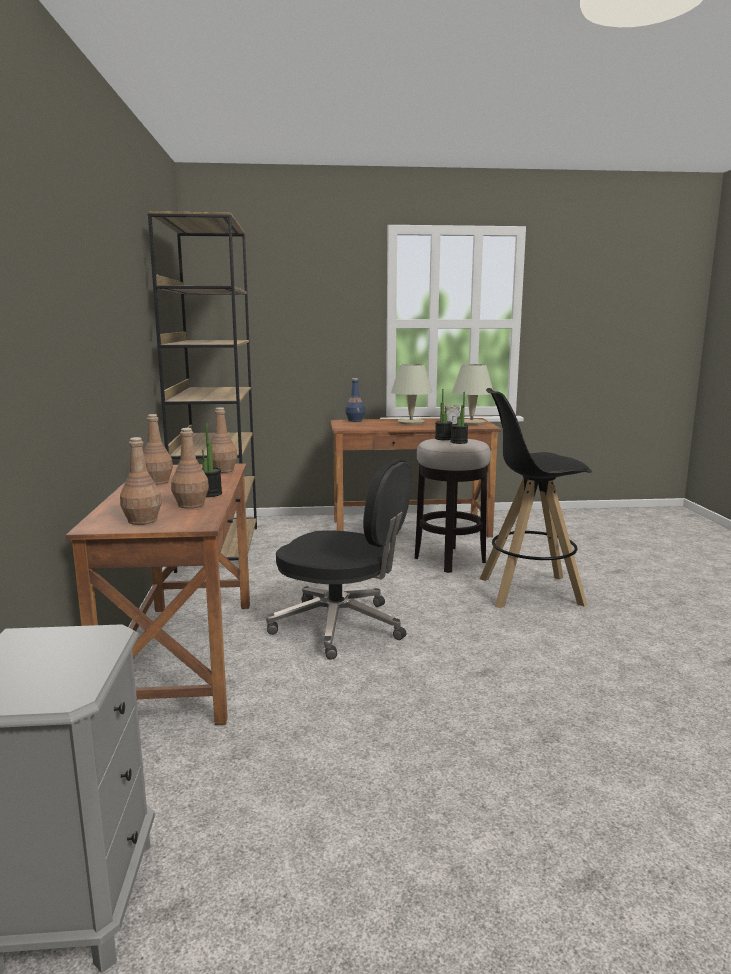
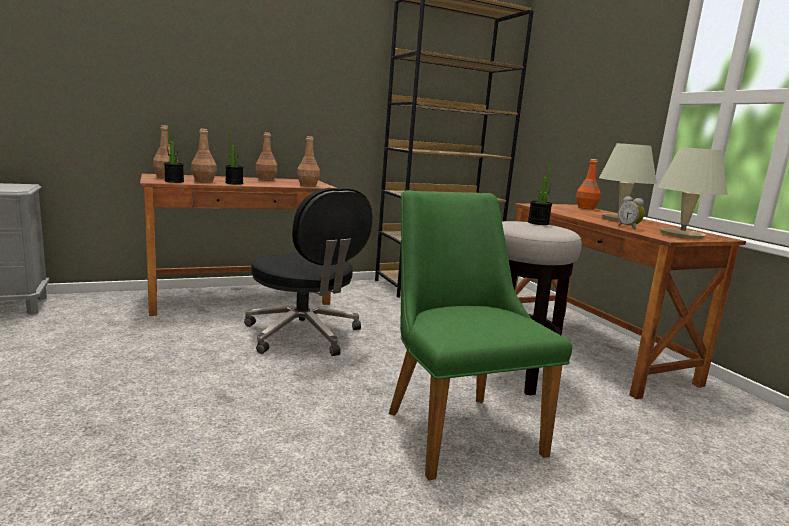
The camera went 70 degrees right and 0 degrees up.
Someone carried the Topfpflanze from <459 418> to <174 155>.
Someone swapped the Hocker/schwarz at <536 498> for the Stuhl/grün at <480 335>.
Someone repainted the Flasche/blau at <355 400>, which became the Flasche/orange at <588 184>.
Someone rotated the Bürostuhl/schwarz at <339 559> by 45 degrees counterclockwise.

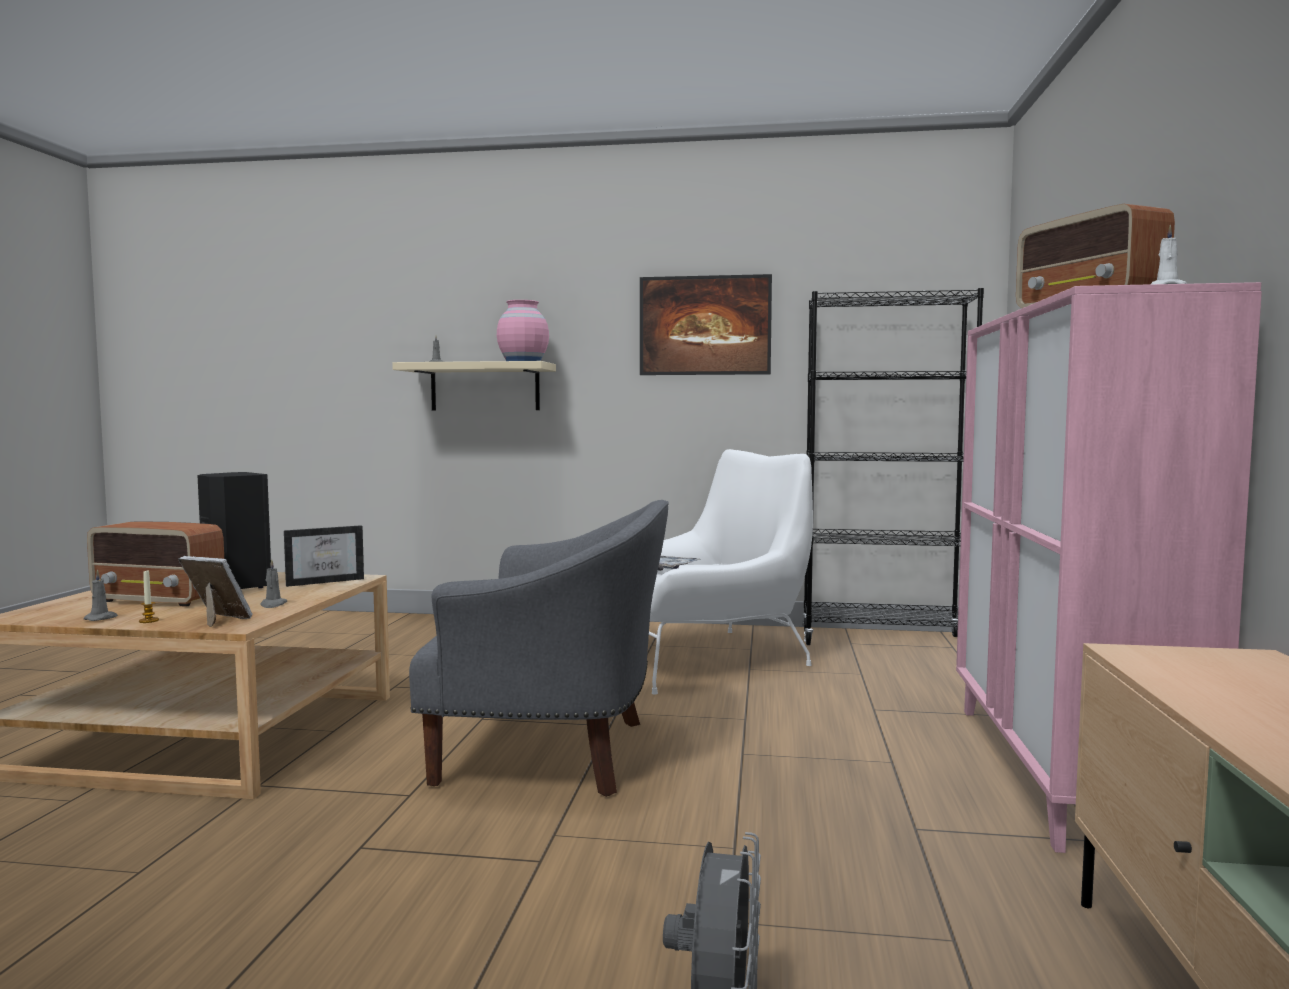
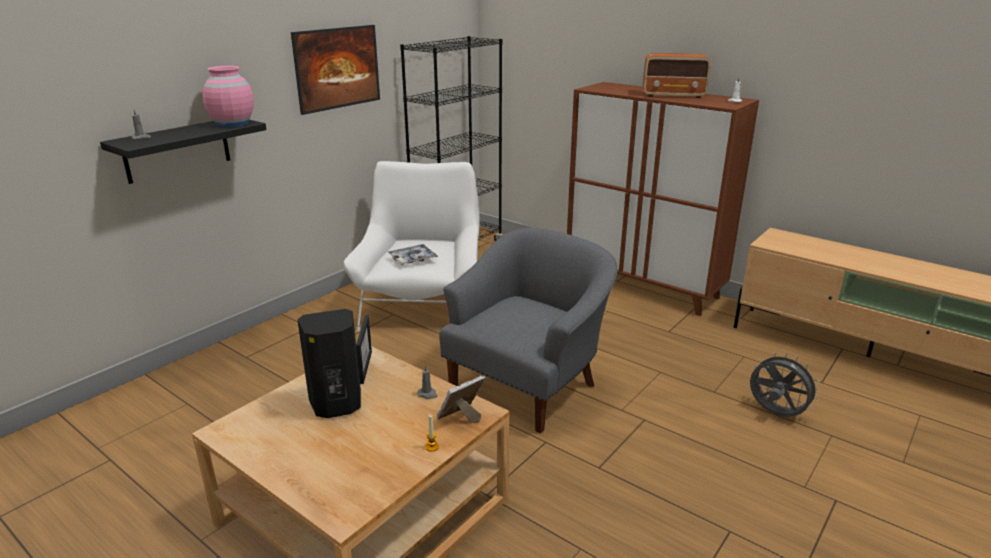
The camera went 60 degrees left and 20 degrees up.
Someone took away the Kerze/grau at <101 595>.
Someone took away the Radio at <155 564>.
Someone repainted the Wandregal/beige at <474 385>, which became the Wandregal/schwarz at <183 152>.
Someone repainted the Schrank/rosa at <1109 567>, which became the Schrank/braun at <663 199>.

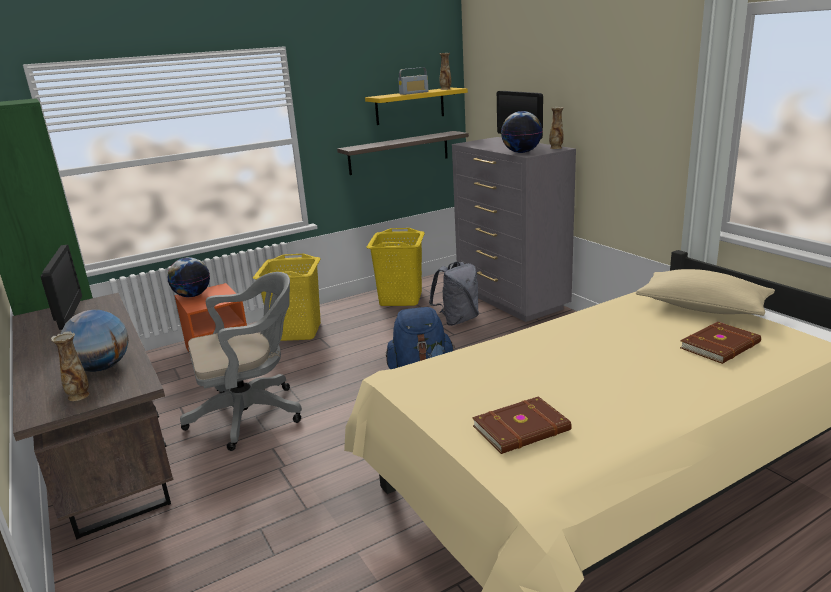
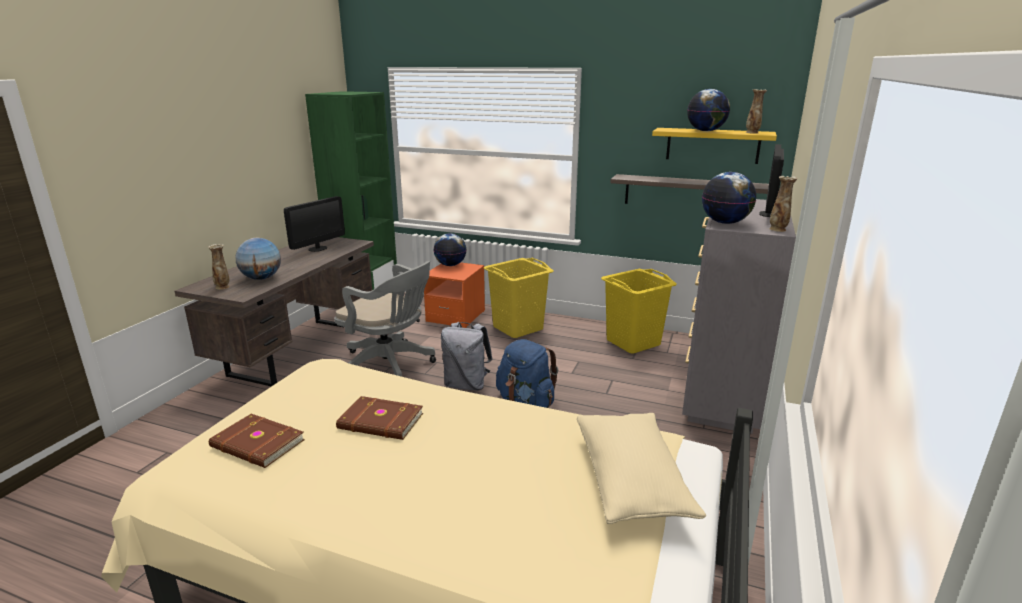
The camera went 50 degrees right and 0 degrees up.
Someone carried the Rucksack/grau from <454 294> to <467 356>.
Someone carried the Buch/braun from <720 343> to <379 418>.
Someone swapped the Radio at <413 81> for the Globus at <708 110>.

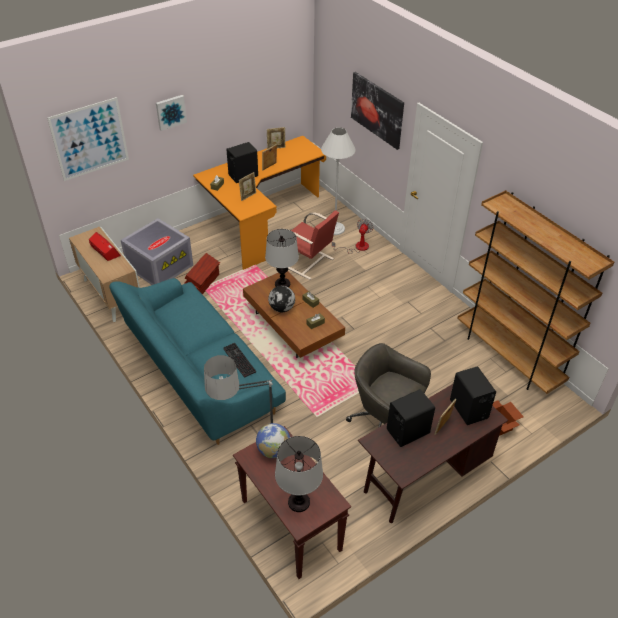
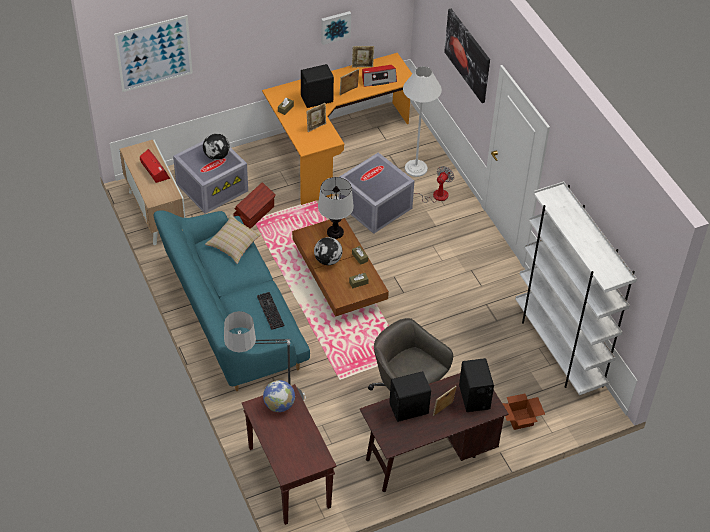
The camera went 10 degrees right and 5 degrees up.
Someone took away the Tischlampe at <299 474>.
Someone put down the Globus at <216 146>.
Someone put down the Kissen/beige at <233 239>.
Someone put down the Radio at <379 76>.
Someone carried the Bild from <171 113> to <336 28>.
Someone swapped the Stuhl/rot at <313 245> for the Aufbewahrungsbox/grau at <376 193>.
Someone repainted the Bücherregal/braun at <535 292>, which became the Bücherregal/weiß at <576 288>.

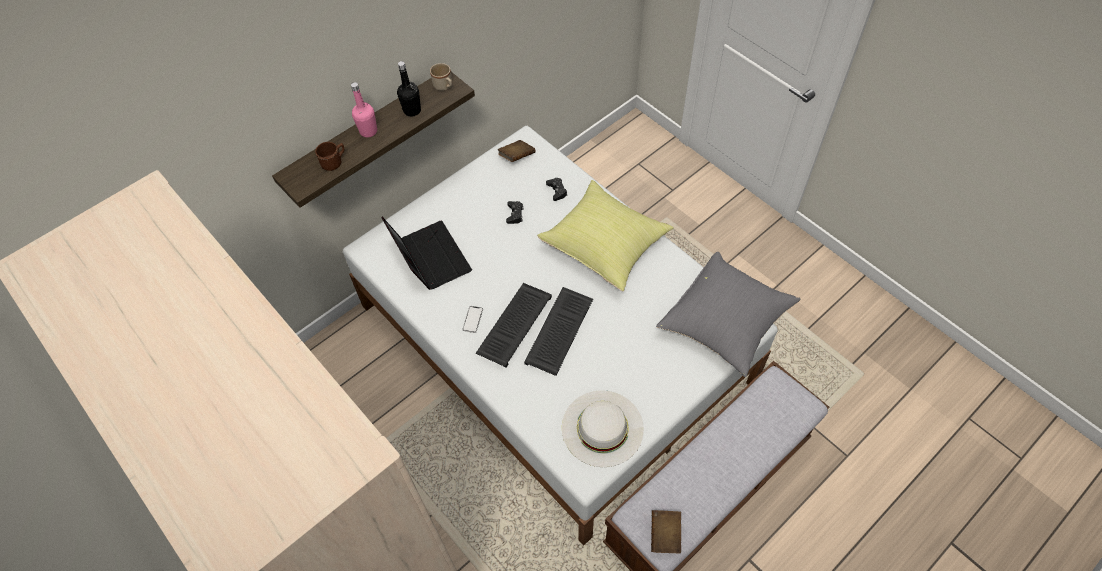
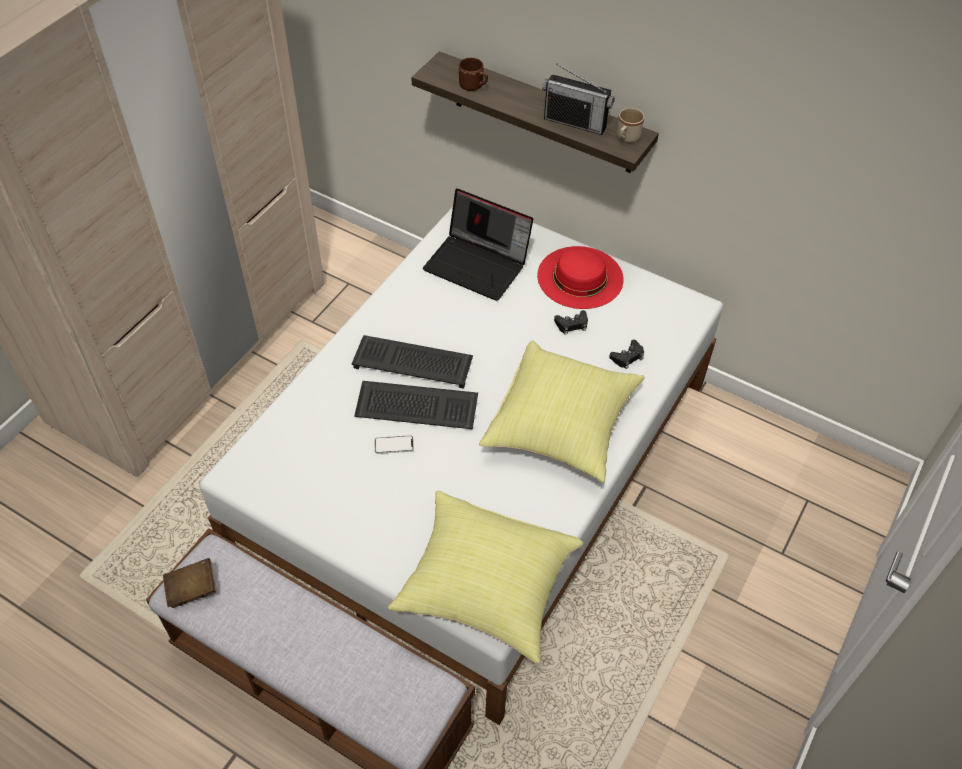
The camera went 70 degrees right and 5 degrees down.
Someone took away the Flasche/rosa at <364 109>.
Someone took away the Buch/braun at <516 151>.
Someone took away the Hut/weiß at <603 428>.
Someone put down the Hut/rot at <580 277>.
Someone carried the Handy from <472 319> to <394 444>.
Someone swapped the Flasche/schwarz at <409 89> for the Radio at <578 99>.
Someone repainted the Kissen/grau at <728 314>, which became the Kissen/gelb at <485 577>.
Someone rotated the Laptop at <426 253> by 75 degrees clockwise.

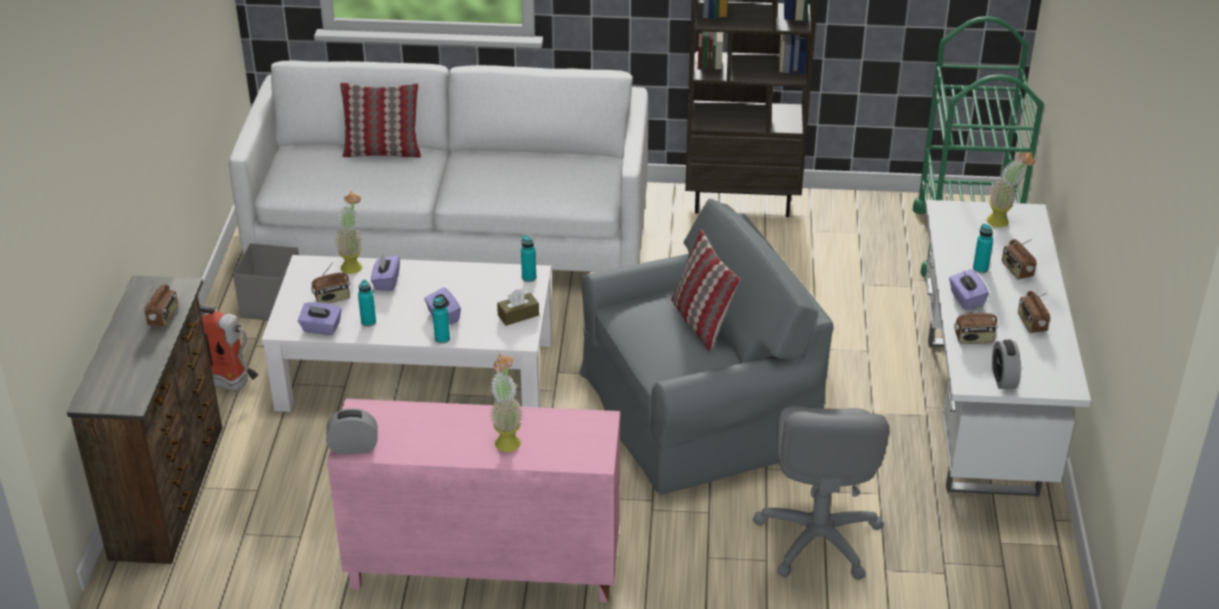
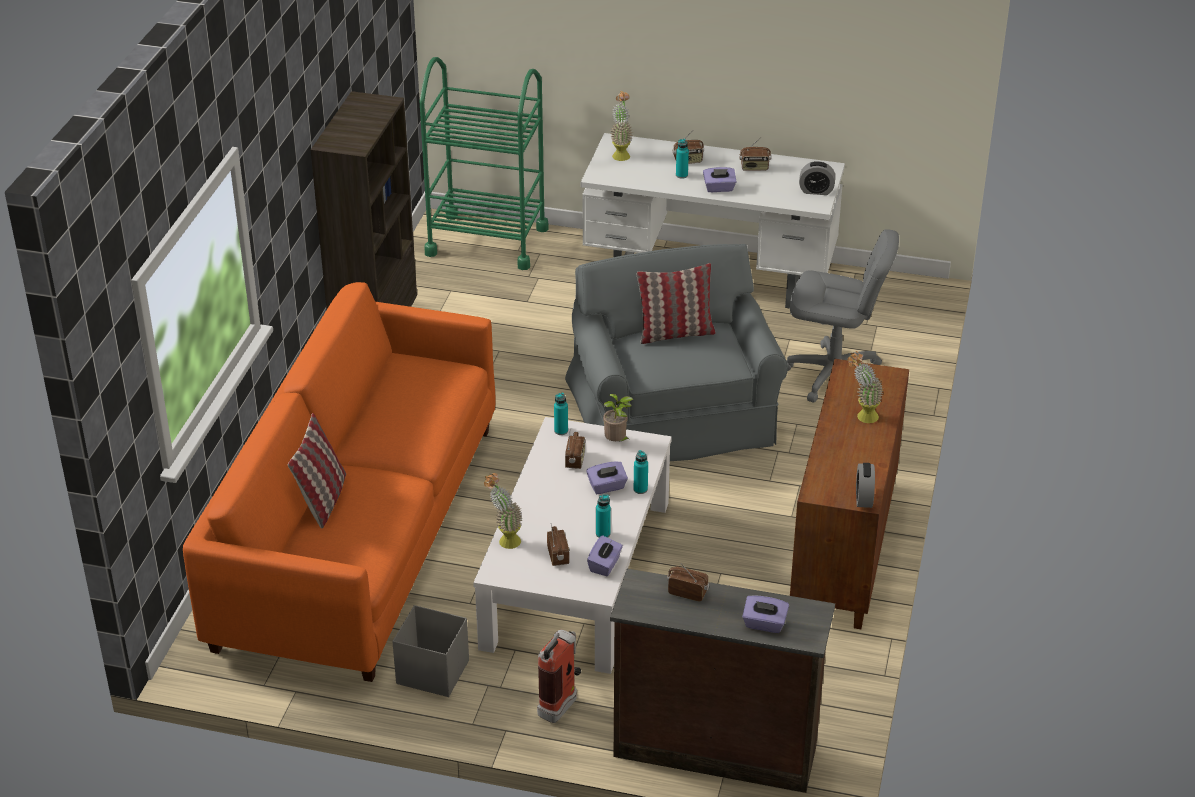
The camera went 80 degrees left and 0 degrees up.
Someone carried the Taschentuchbox/lila from <385 272> to <765 614>.
Someone carried the Radio from <976 322> to <575 448>.
Someone swapped the Taschentuchbox/braun at <518 307> for the Topfpflanze at <618 417>.
Someone repainted the Sofa/weiß at <438 166>, which became the Sofa/orange at <339 482>.
Someone repainted the Schrank/rosa at <473 501>, which became the Schrank/braun at <849 494>.

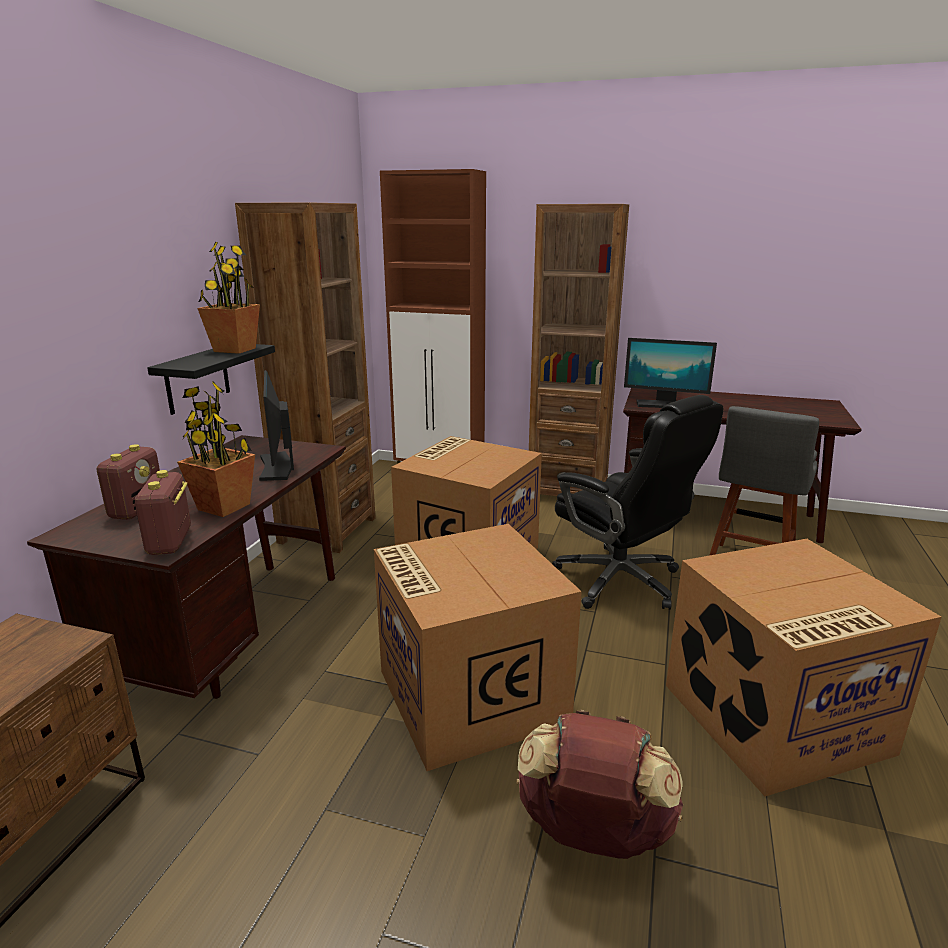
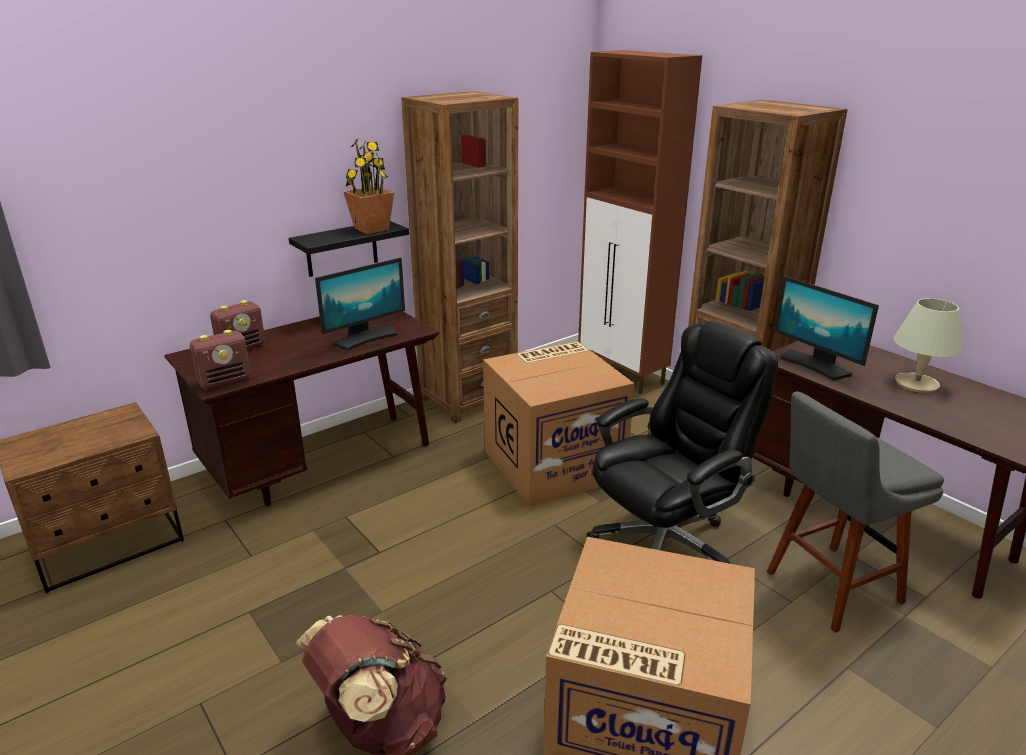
The camera went 35 degrees right and 5 degrees up.
Someone took away the Topfpflanze at <216 449>.
Someone took away the Karton at <478 647>.
Someone put down the Tischlampe/beige at <928 345>.
Someone rotated the Radio at <163 512> by 150 degrees counterclockwise.
Someone rotated the Monitor at <276 425> by 150 degrees counterclockwise.
Someone rotated the Bürostuhl/schwarz at <637 502> by 120 degrees counterclockwise.

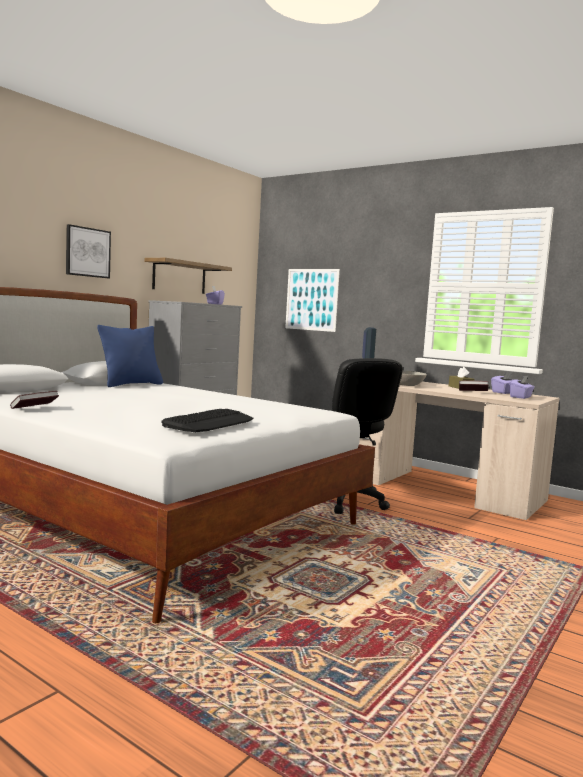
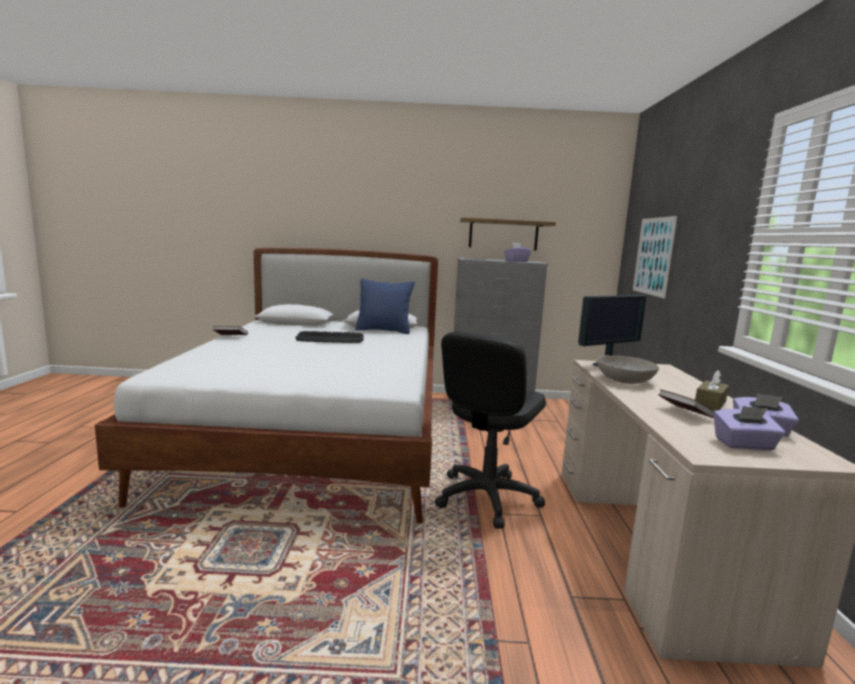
The camera went 55 degrees right and 5 degrees up.
Someone took away the Bild at <88 251>.
Someone carried the Tastatur from <207 420> to <329 337>.

